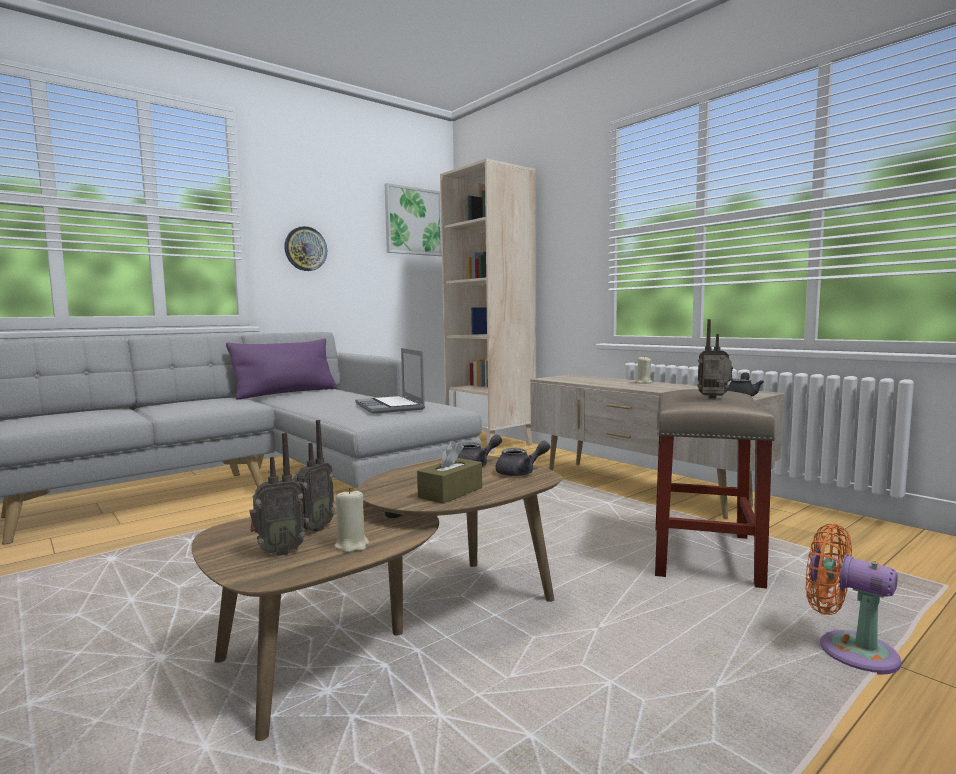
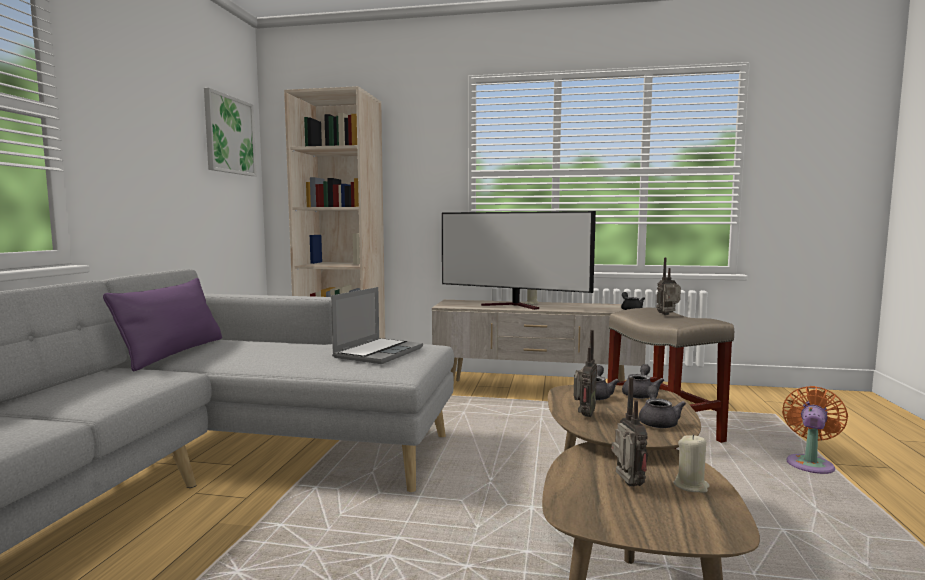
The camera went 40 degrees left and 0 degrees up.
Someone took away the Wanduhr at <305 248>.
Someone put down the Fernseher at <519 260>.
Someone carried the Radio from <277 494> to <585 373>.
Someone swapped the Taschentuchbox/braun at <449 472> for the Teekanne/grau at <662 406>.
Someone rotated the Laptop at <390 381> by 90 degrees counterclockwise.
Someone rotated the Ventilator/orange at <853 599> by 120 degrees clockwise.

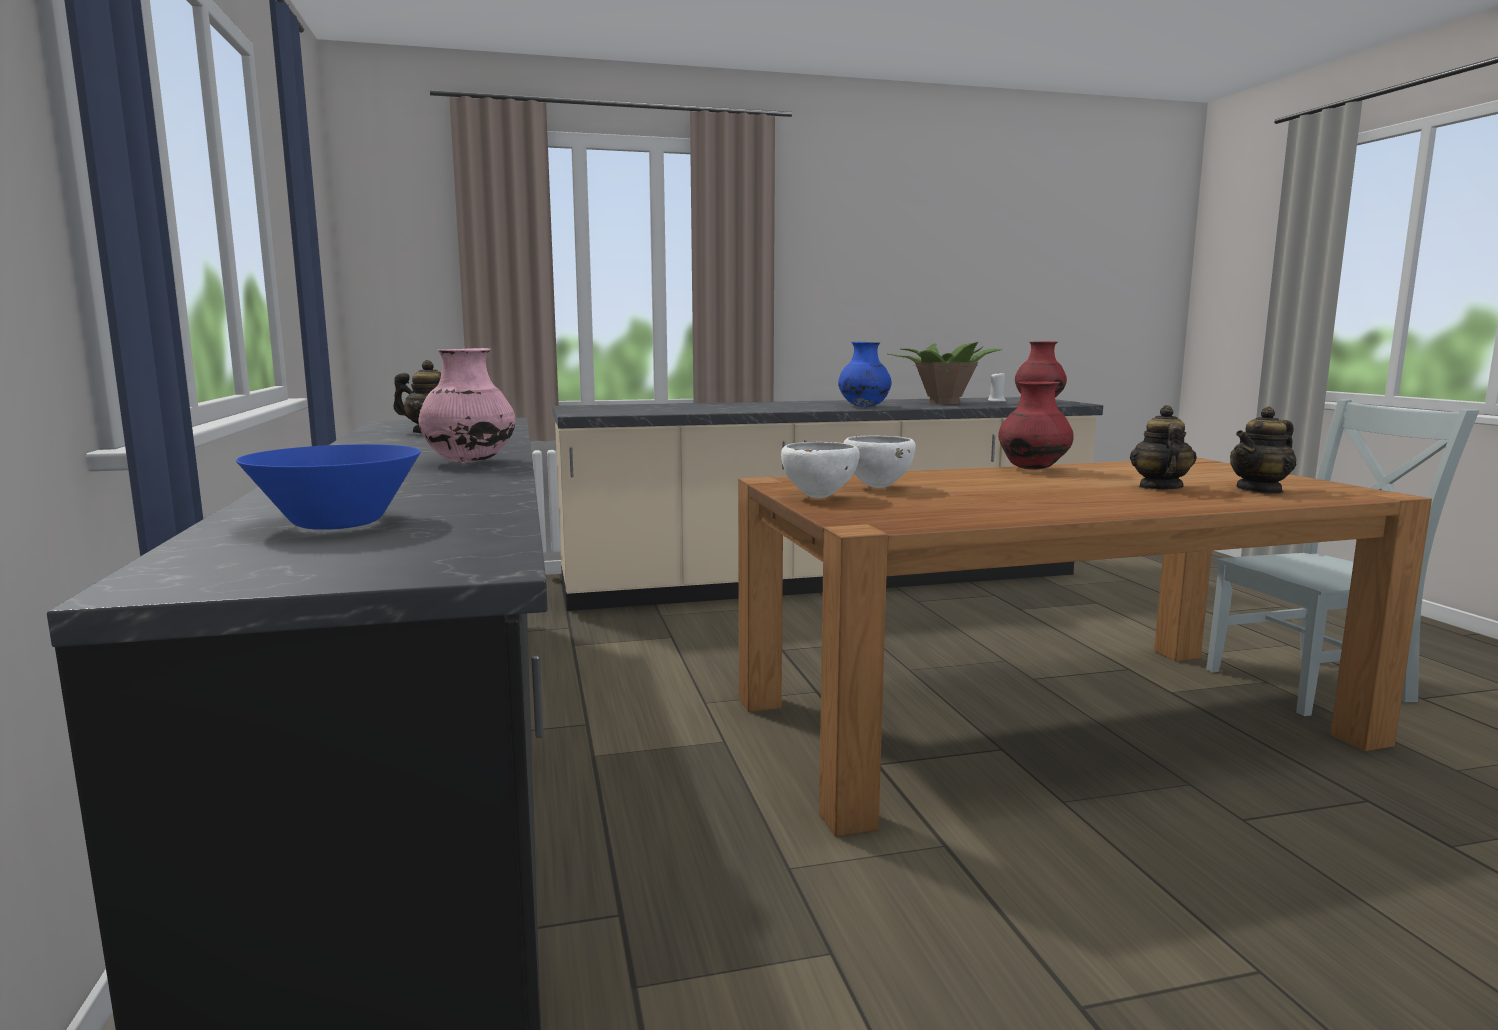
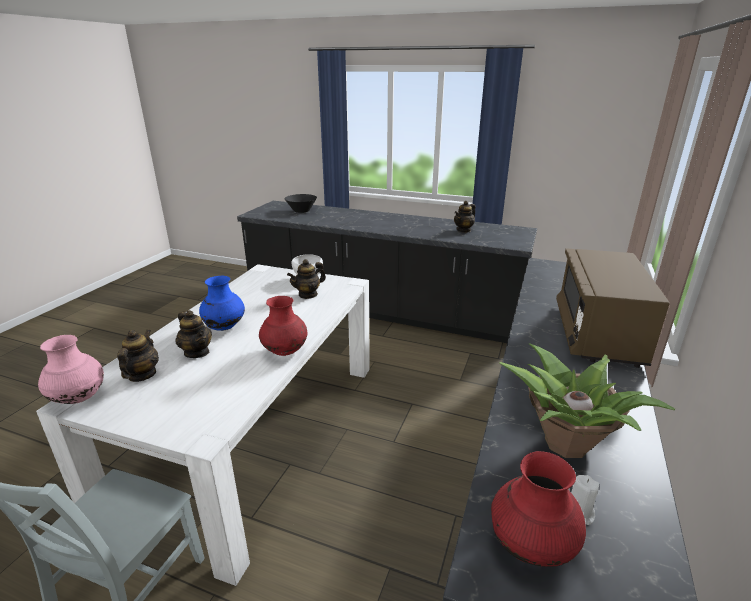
The camera went 125 degrees right and 15 degrees up.
Someone put down the Mikrowelle/braun at <613 308>.
Someone carried the Vase/rosa from <467 405> to <71 369>.
Someone carried the Vase/blau from <865 374> to <222 303>.
Someone swapped the Schüssel/weiß at <880 461> for the Teekanne at <306 279>.
Someone repainted the Schüssel/blau at <328 487>, which became the Schüssel/schwarz at <300 203>.
Someone repainted the Esstisch/braun at <1085 647>, which became the Esstisch/weiß at <203 425>.

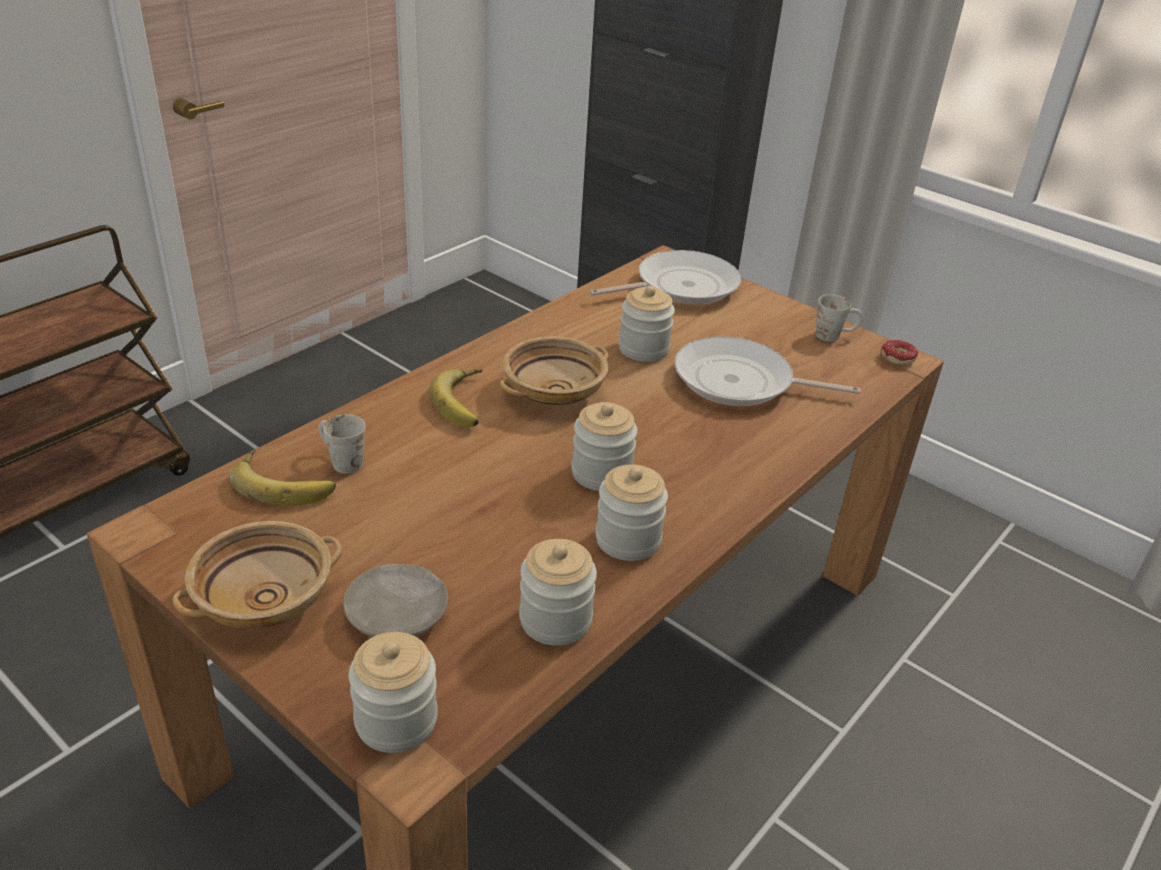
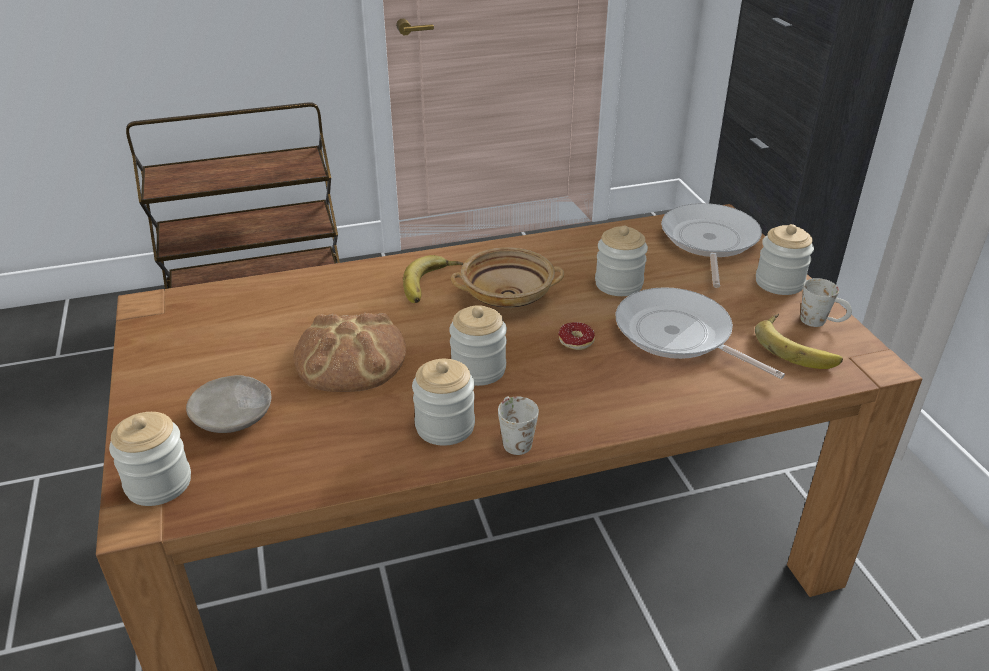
The camera went 35 degrees right and 0 degrees up.
Someone took away the Schüssel/beige at <257 575>.
Someone put down the Brot at <349 352>.
Someone carried the Banane from <282 477> to <799 341>.
Someone carried the Henkelbecher/weiß from <342 444> to <518 425>.
Someone carried the Vorratsglas from <558 592> to <785 259>.
Someone carried the Donut from <899 352> to <576 336>.
Someone rotated the Pfanne at <665 277> by 90 degrees counterclockwise.

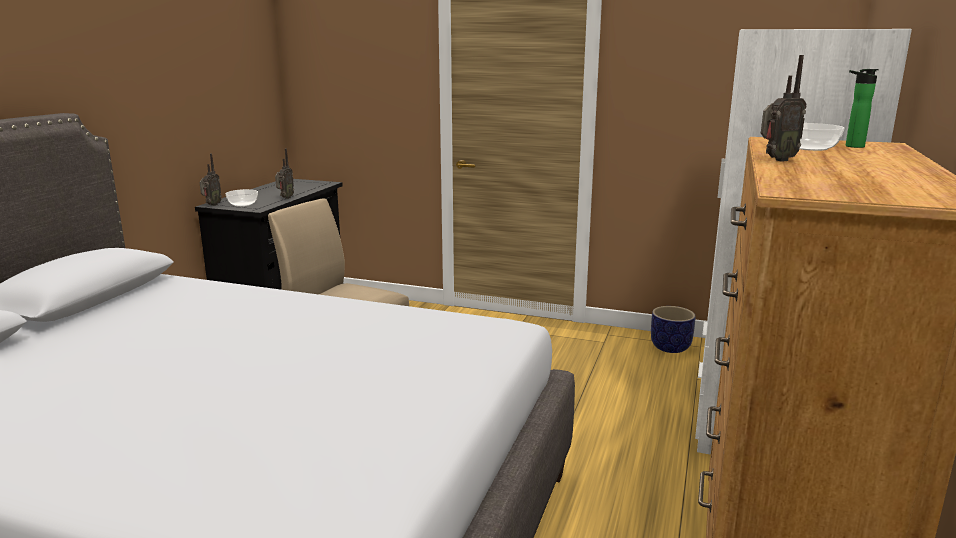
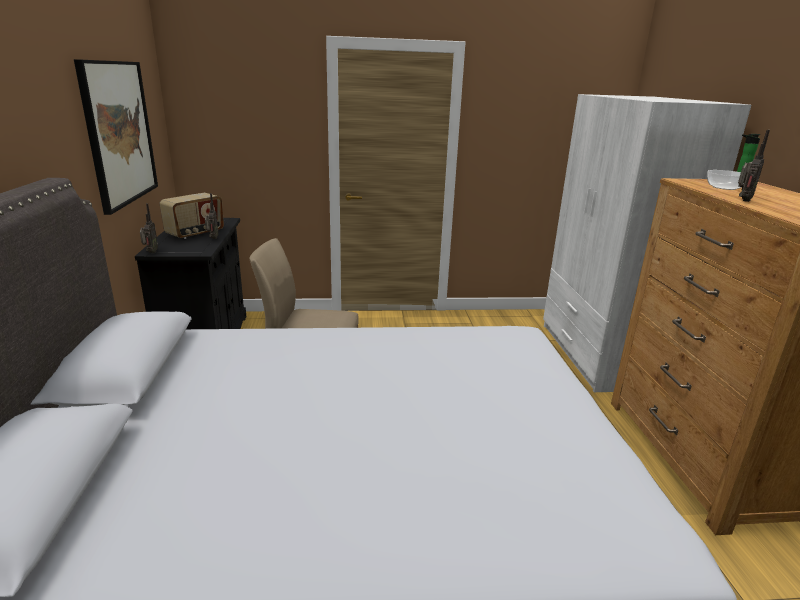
The camera went 25 degrees left and 5 degrees up.
Someone took away the Schüssel at <242 198>.
Someone took away the Pflanzkübel at <673 329>.
Someone put up the Bild at <116 137>.
Someone put down the Radio at <191 216>.

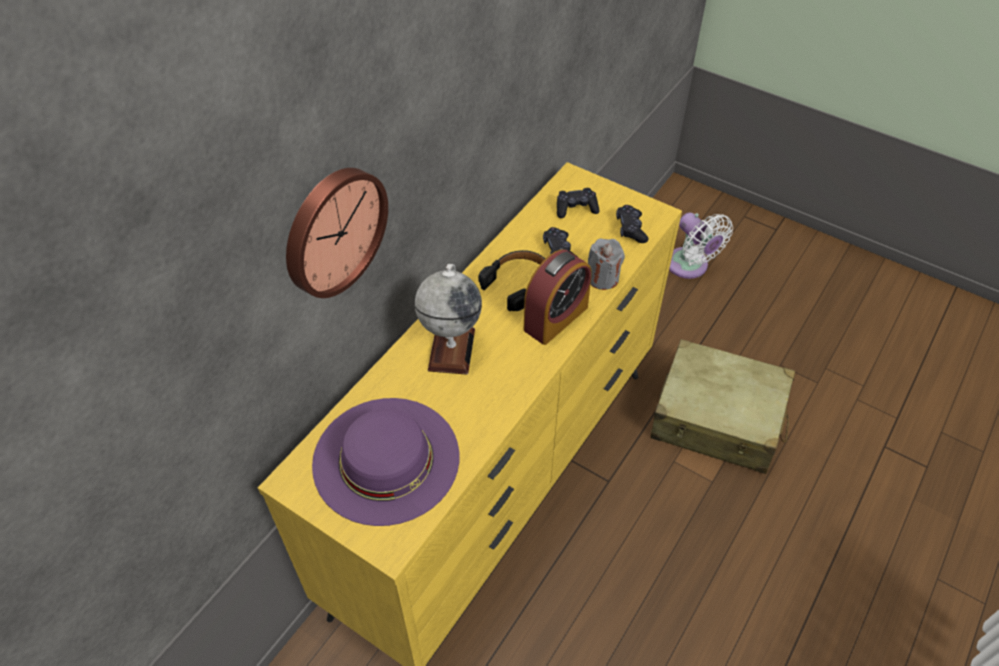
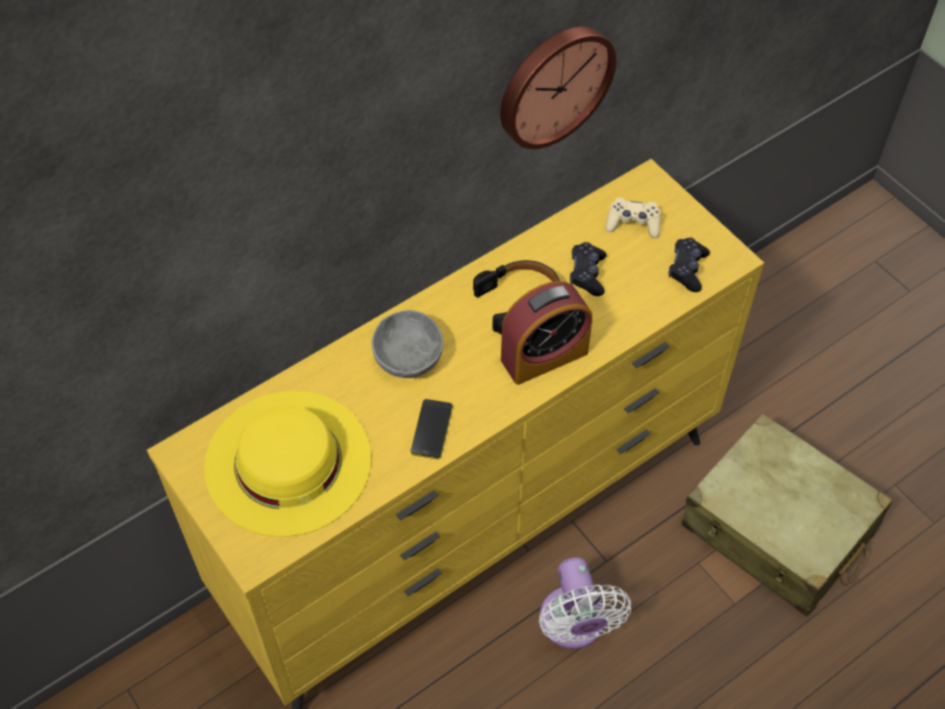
The camera went 20 degrees right and 5 degrees up.
Someone took away the Kerze/grau at <606 264>.
Someone put down the Handy at <432 429>.
Someone carried the Wanduhr from <337 233> to <558 87>.
Someone carried the Ventilator/weiß from <701 246> to <585 603>.
Someone swapped the Globus at <448 319> for the Schüssel/grau at <407 344>.
Someone repainted the Hut/lila at <385 462>, which became the Hut/gelb at <287 464>.
Someone repainted the Gamepad/schwarz at <578 203>, which became the Gamepad/beige at <633 218>.

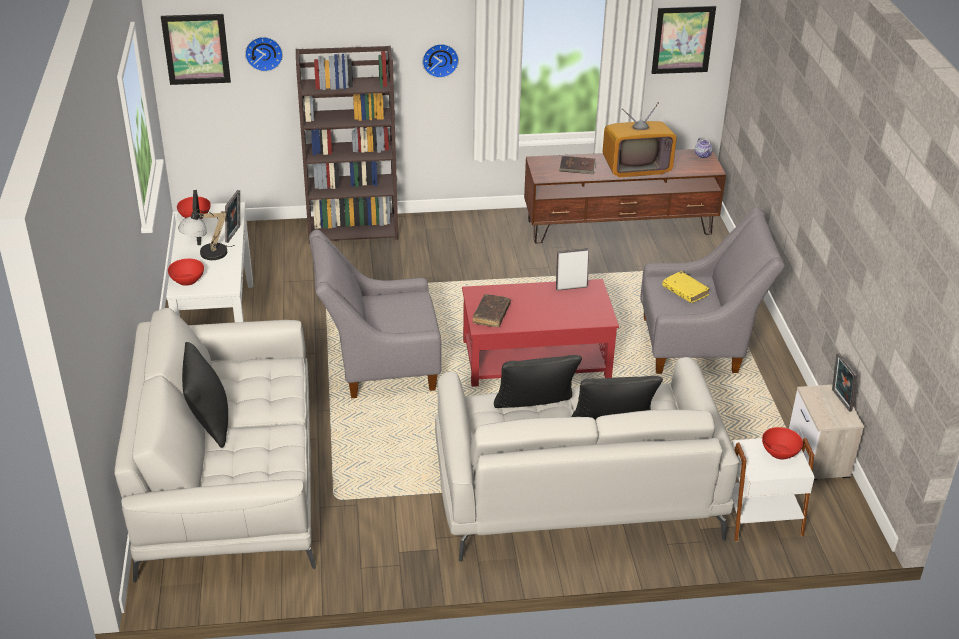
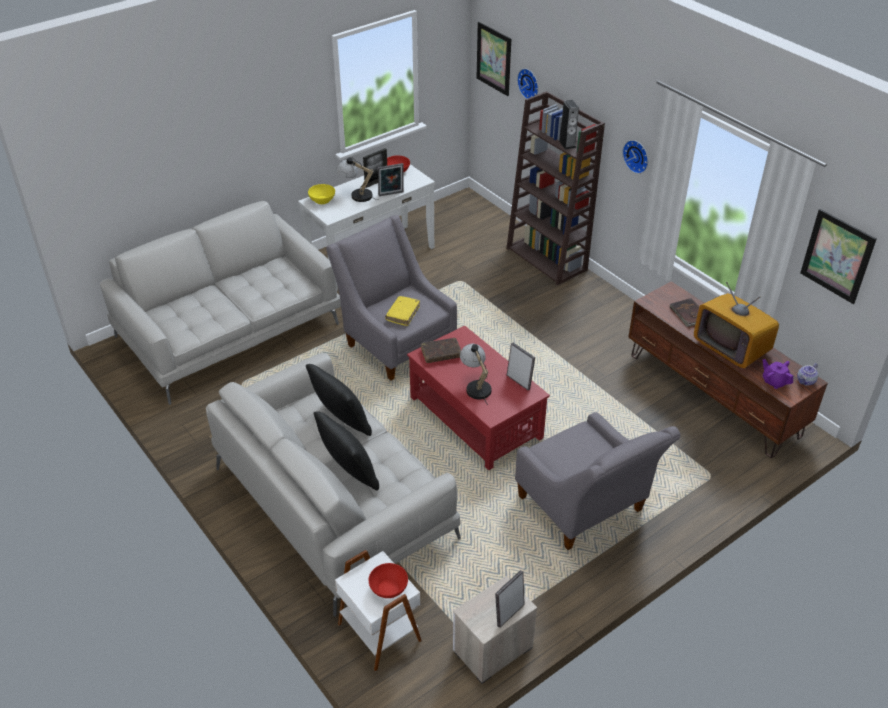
The camera went 60 degrees right and 5 degrees up.
Someone took away the Kissen/schwarz at <205 395>.
Someone put down the Tischlampe at <476 374>.
Someone put down the Lautsprecher at <569 124>.
Someone put down the Teekanne/lila at <778 374>.
Someone carried the Buch/gelb from <685 287> to <402 311>.
Someone repainted the Schüssel/rot at <186 272>, which became the Schüssel/gelb at <321 194>.

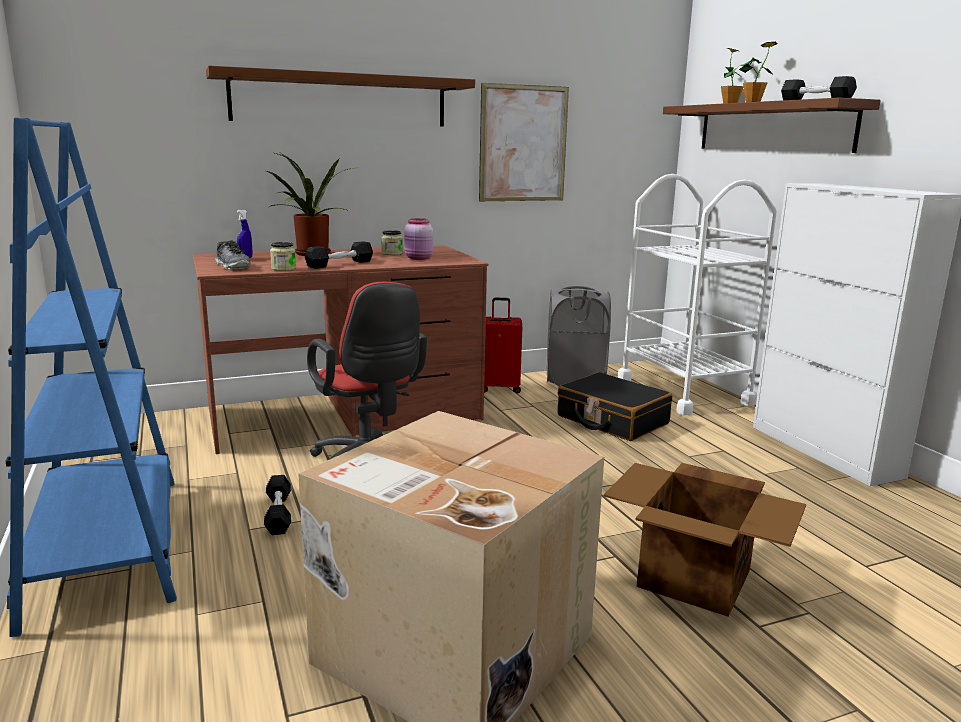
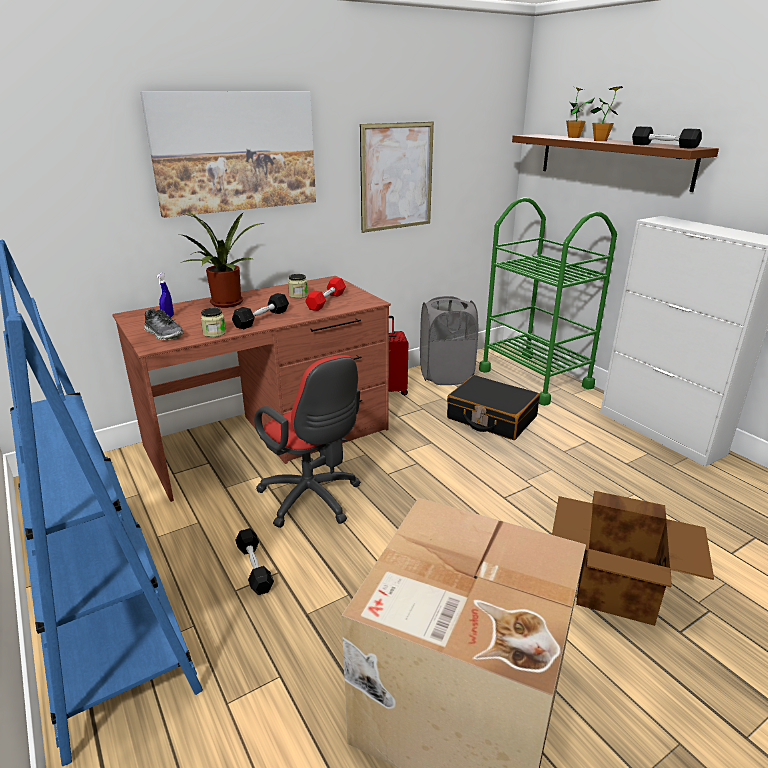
The camera went 10 degrees left and 10 degrees up.
Someone swapped the Wandregal/braun at <340 96> for the Bild at <228 154>.
Someone swapped the Vorratsglas/rosa at <418 239> for the Hantel/rot at <325 294>.
Someone repainted the Rollwagen/weiß at <697 294>, which became the Rollwagen/grün at <548 301>.

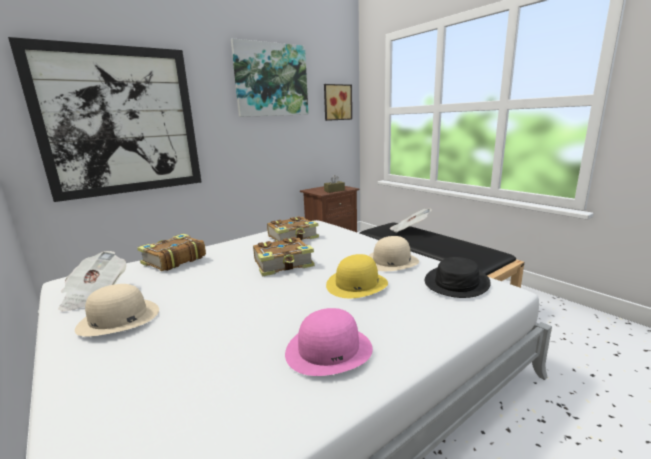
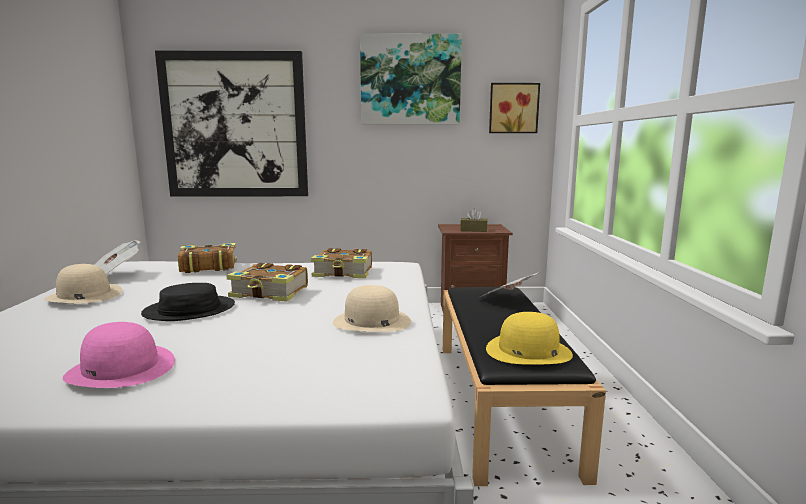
The camera went 35 degrees right and 5 degrees down.
Someone carried the Hut/gelb from <357 276> to <529 338>.
Someone carried the Hut/schwarz from <458 277> to <188 302>.

